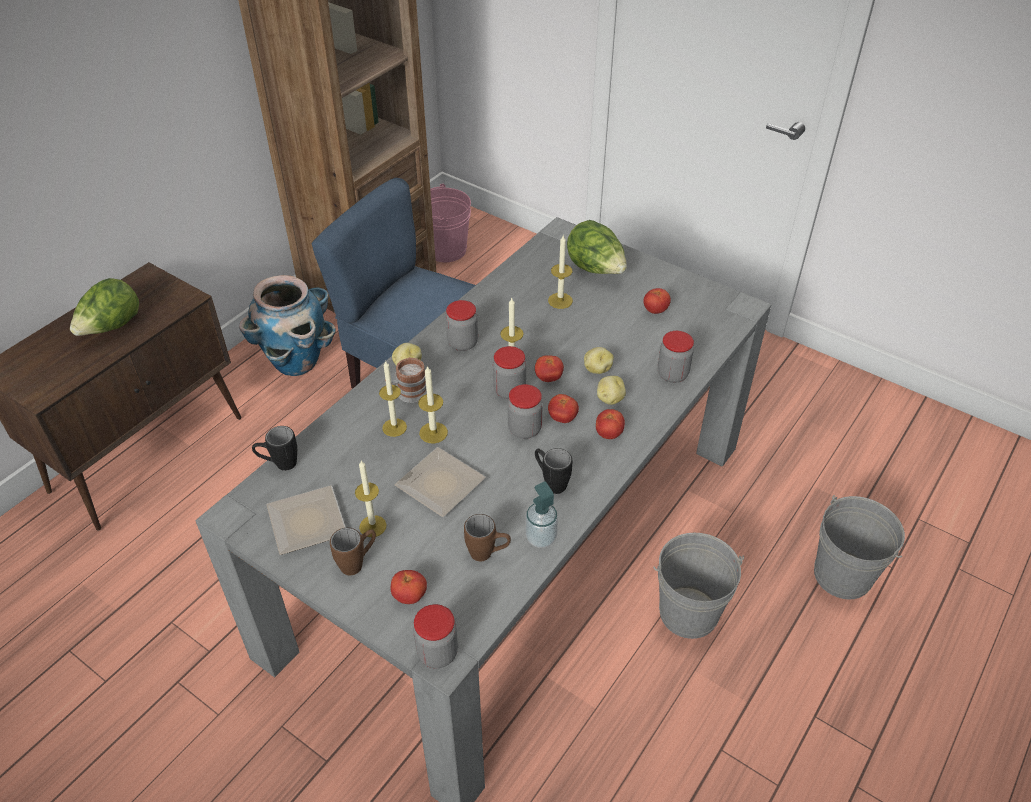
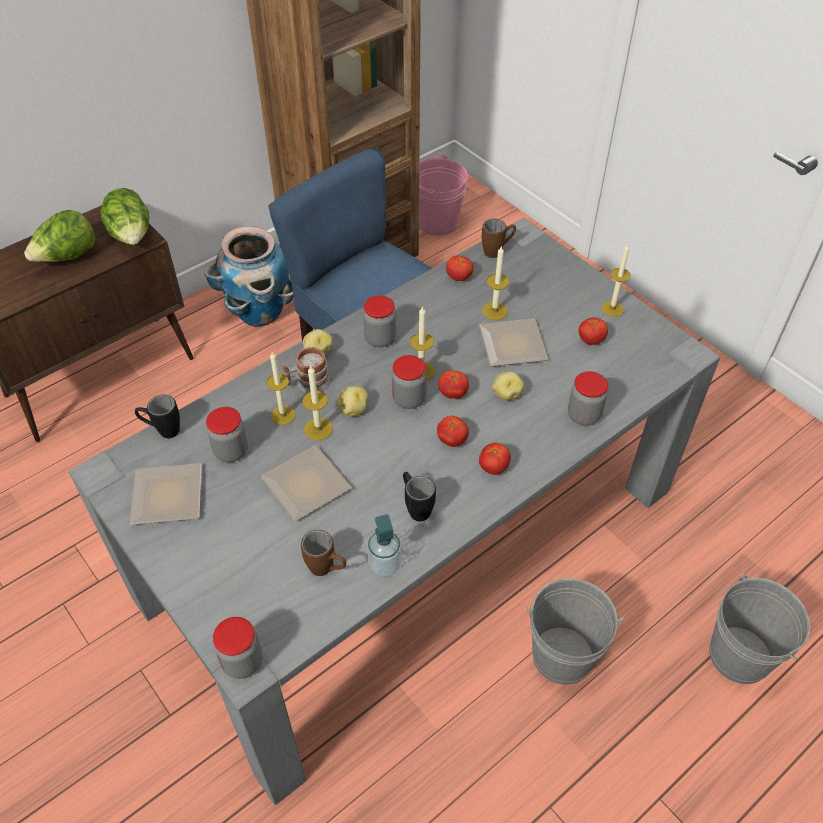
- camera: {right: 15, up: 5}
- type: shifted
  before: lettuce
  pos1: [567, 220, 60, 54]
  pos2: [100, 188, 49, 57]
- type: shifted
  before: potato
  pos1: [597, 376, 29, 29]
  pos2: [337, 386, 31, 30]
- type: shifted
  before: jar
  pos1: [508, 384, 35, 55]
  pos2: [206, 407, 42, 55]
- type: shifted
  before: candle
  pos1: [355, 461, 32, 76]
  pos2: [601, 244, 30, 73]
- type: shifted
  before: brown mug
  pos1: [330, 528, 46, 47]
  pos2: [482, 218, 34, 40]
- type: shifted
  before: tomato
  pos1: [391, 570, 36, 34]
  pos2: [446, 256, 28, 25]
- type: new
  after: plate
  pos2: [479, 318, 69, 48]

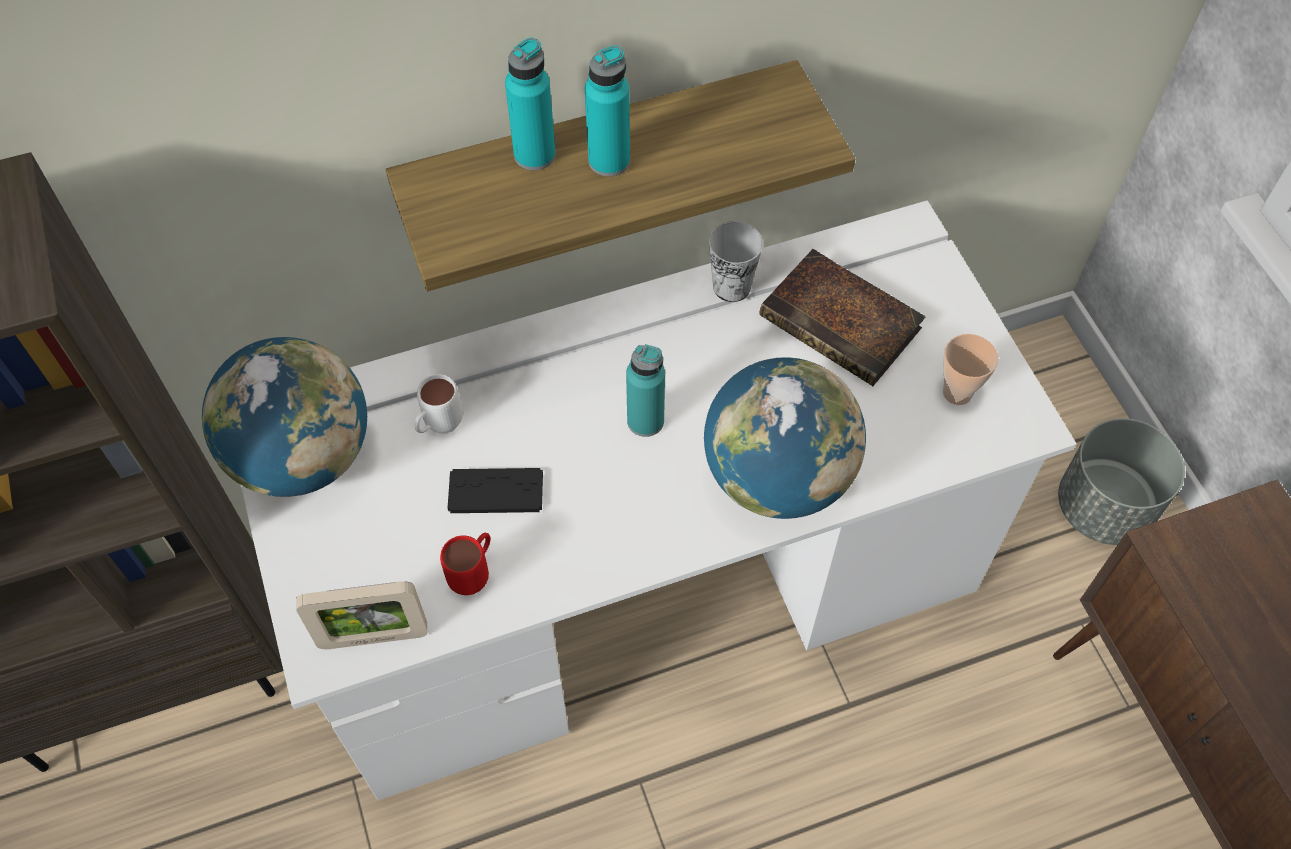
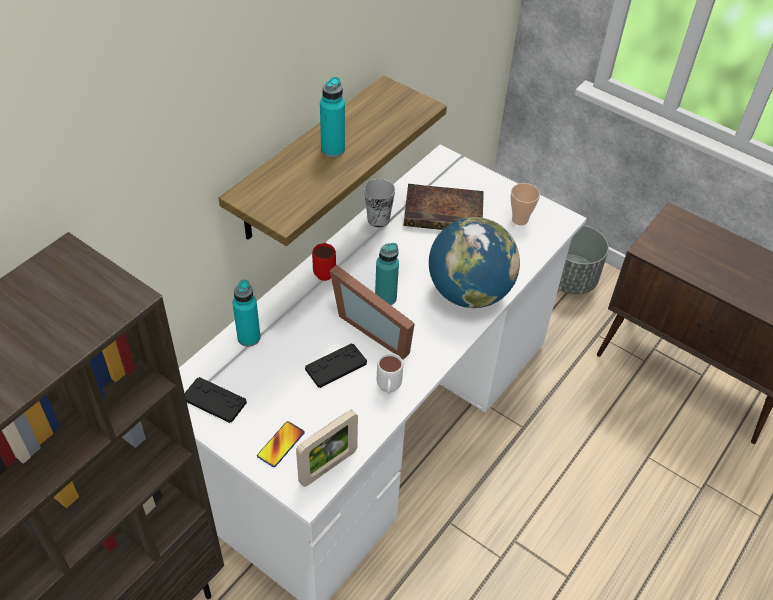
- camera: {right: -35, up: -10}
- type: shifted
  before: turquoise bottle
  pos1: [505, 37, 51, 134]
  pos2: [233, 280, 28, 67]
- type: swapped
  before: globe
  after: black game controller
  pos1: [202, 337, 165, 160]
  pos2: [185, 377, 62, 46]
- type: shifted
  before: white mug
  pos1: [414, 374, 49, 60]
  pos2: [377, 353, 26, 41]
- type: shifted
  before: red mug
  pos1: [440, 533, 51, 62]
  pos2: [312, 243, 24, 38]
- type: new
  after: picture frame
  pos2: [330, 265, 85, 95]
- type: new
  after: phone
  pos2: [257, 421, 48, 46]

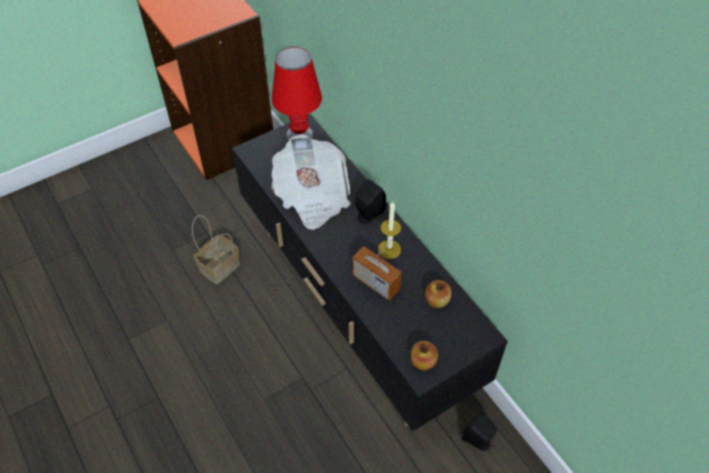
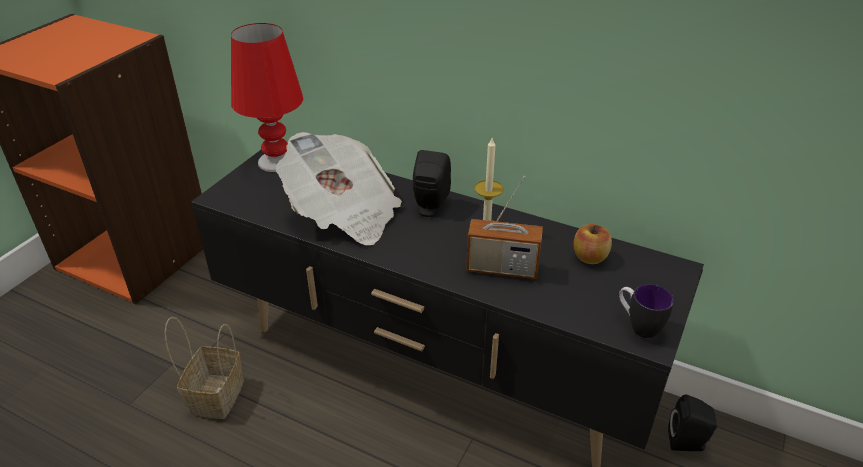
- camera: {right: -30, up: -15}
- type: swapped
  before: apple
  after: mug
  pos1: [410, 341, 28, 29]
  pos2: [619, 284, 55, 54]

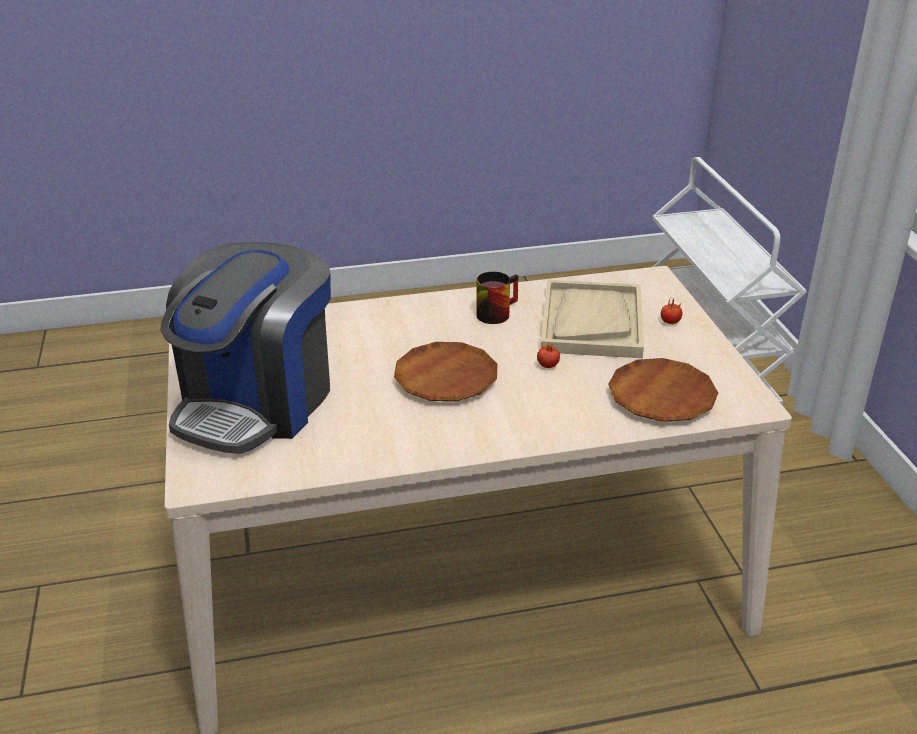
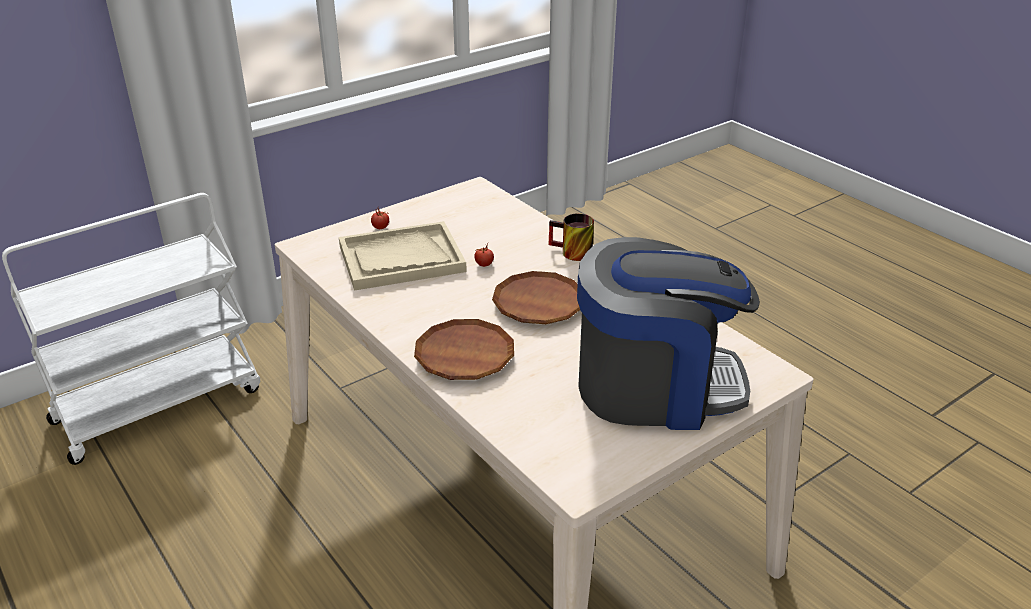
- camera: {right: -115, up: 0}
- type: shifted
  before: mug
  pos1: [476, 272, 42, 52]
  pos2: [549, 213, 45, 48]
- type: shifted
  before: brown plate
  pos1: [608, 358, 110, 64]
  pos2: [414, 319, 100, 61]

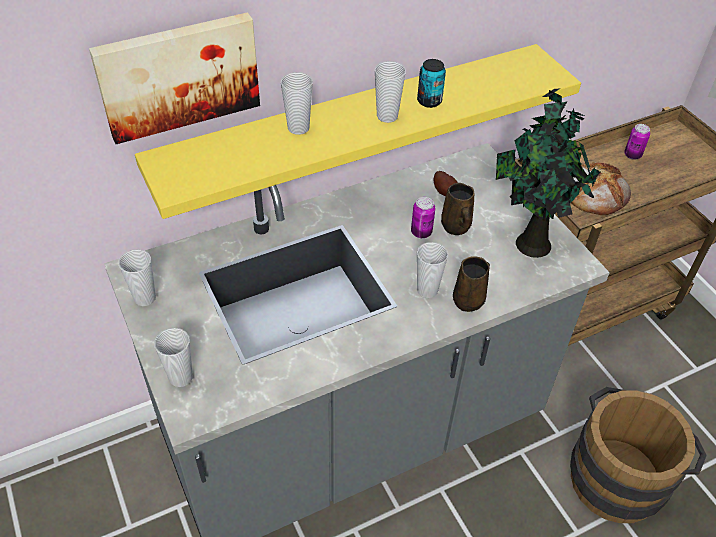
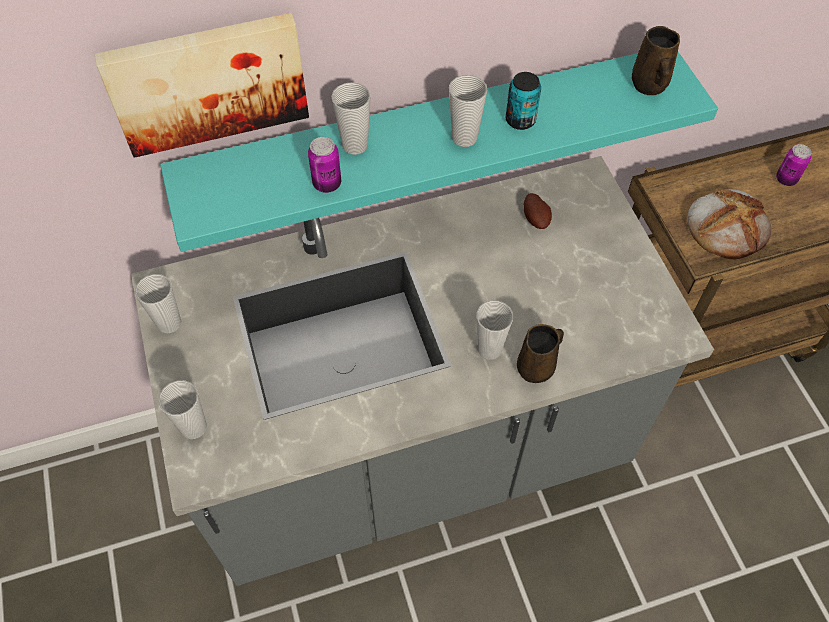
- camera: {right: 10, up: 10}
- type: repainted
  before: yellow shelf
  after: turquoise shelf
  pos1: [135, 44, 446, 175]
  pos2: [160, 52, 558, 200]
- type: gone
  before: potted plant
  pos1: [496, 88, 104, 170]
- type: shifted
  before: brown mug
  pos1: [441, 183, 34, 52]
  pos2: [632, 26, 48, 69]
- type: shifted
  before: can
  pos1: [411, 197, 25, 41]
  pos2: [308, 137, 33, 56]
- type: gone
  before: brown bucket
  pos1: [570, 387, 137, 136]

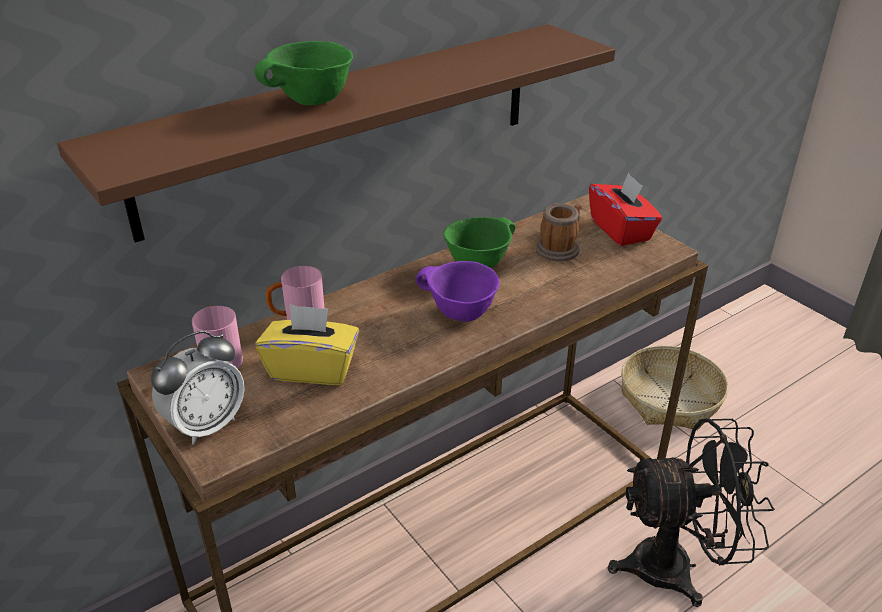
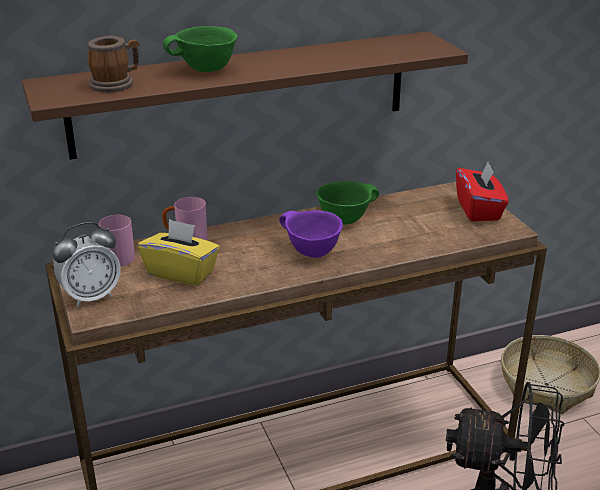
- camera: {right: 15, up: -5}
- type: shifted
  before: mug
  pos1: [536, 203, 46, 59]
  pos2: [88, 35, 52, 57]

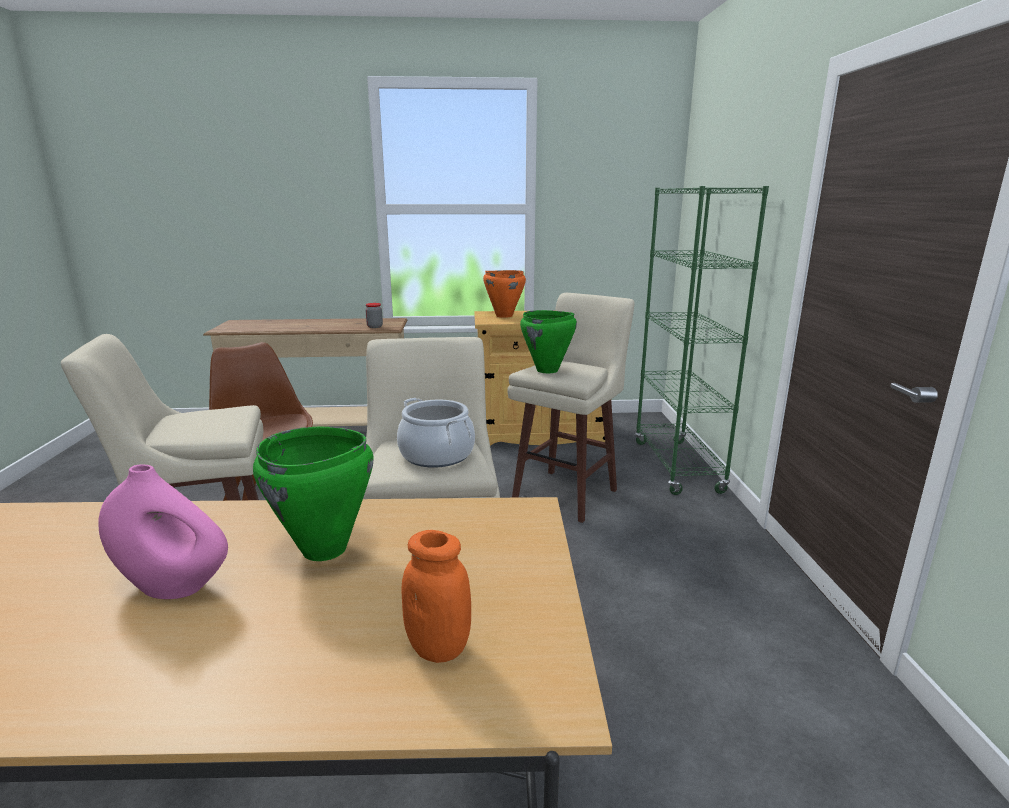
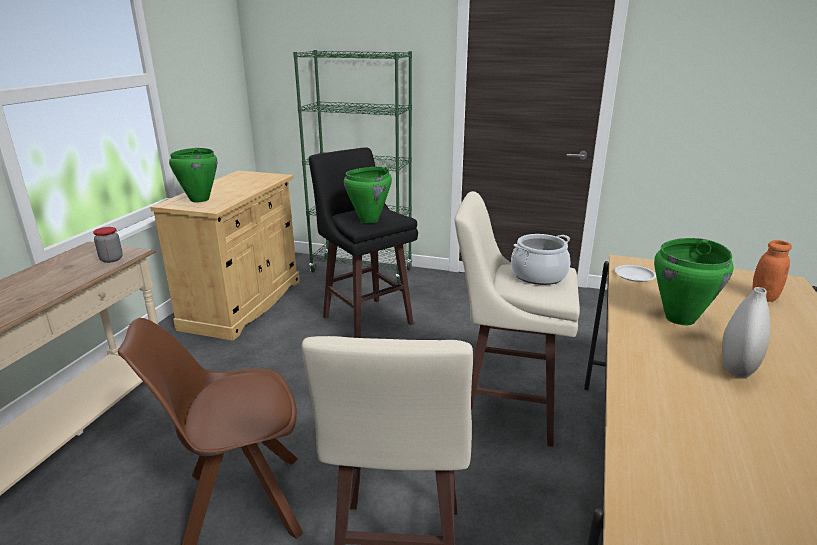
- camera: {right: -70, up: 5}
- type: repainted
  before: orange cooking pot
  after: green cooking pot
  pos1: [483, 270, 43, 48]
  pos2: [169, 148, 48, 54]
- type: repainted
  before: beige stool
  after: black stool
  pos1: [507, 293, 128, 230]
  pos2: [309, 147, 109, 191]
- type: repainted
  before: pink vase
  after: white vase
  pos1: [98, 464, 130, 135]
  pos2: [722, 287, 48, 91]
- type: new
  after: white plate
  pos2: [615, 265, 41, 17]

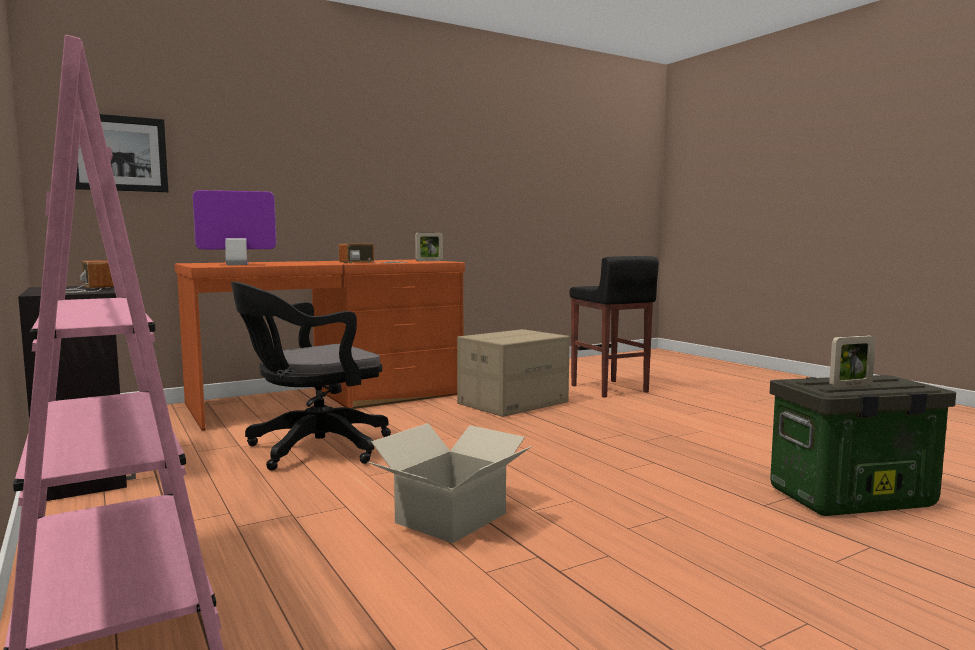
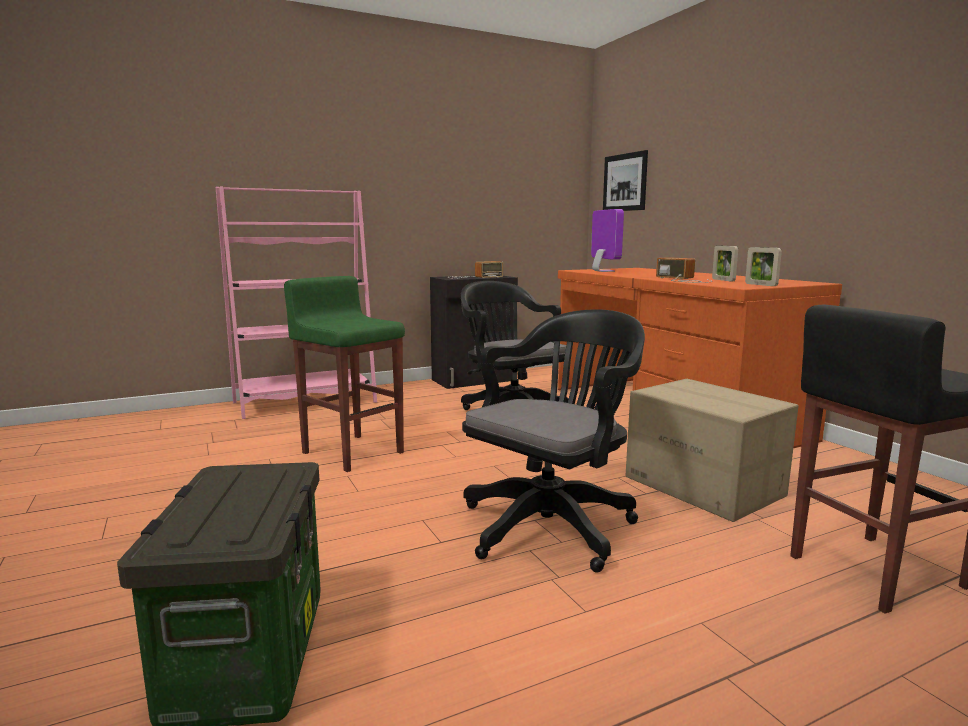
- camera: {right: 95, up: 5}
- type: shifted
  before: picture frame
  pos1: [829, 335, 47, 53]
  pos2: [712, 246, 26, 35]
- type: swapped
  before: cardboard box
  after: green stool
  pos1: [368, 423, 164, 120]
  pos2: [284, 276, 121, 196]
- type: new
  after: black office chair
  pos2: [462, 309, 183, 264]

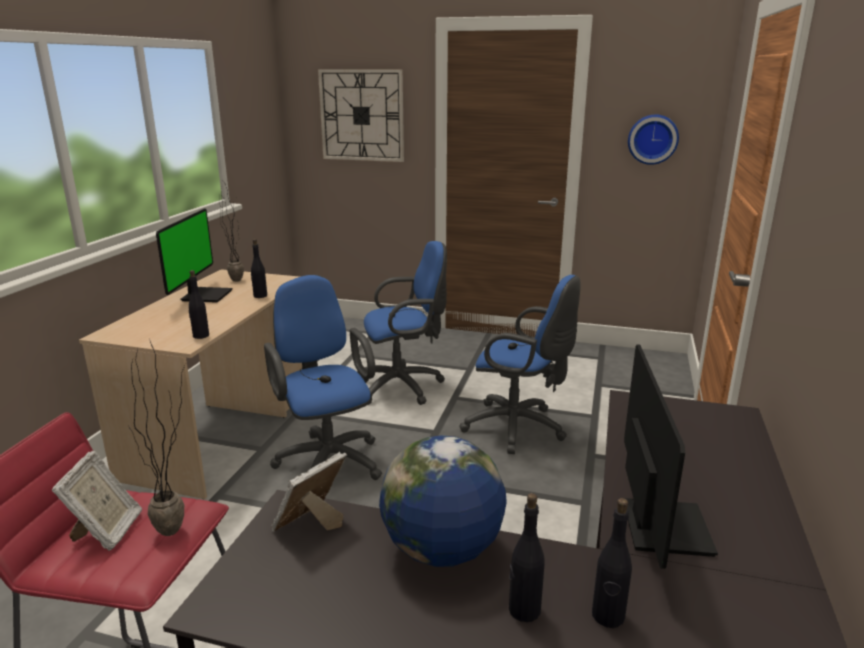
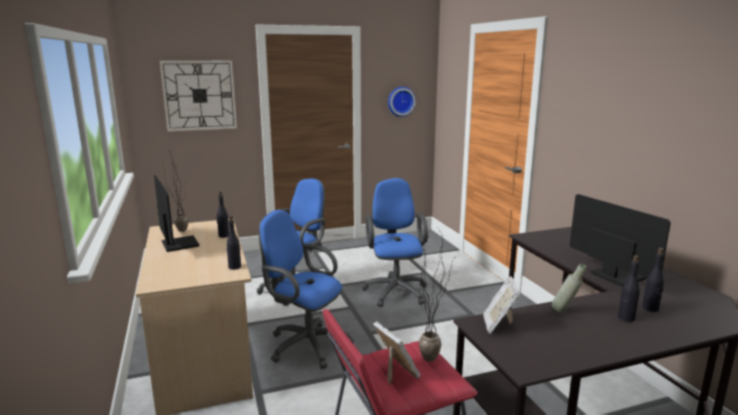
- camera: {right: -35, up: -5}
- type: rotated
  before: blue office chair
  pos1: [459, 275, 122, 179]
  pos2: [362, 178, 66, 129]
  turn: -90
- type: swapped
  before: globe
  after: grey bottle
  pos1: [379, 435, 128, 132]
  pos2: [552, 263, 34, 50]

